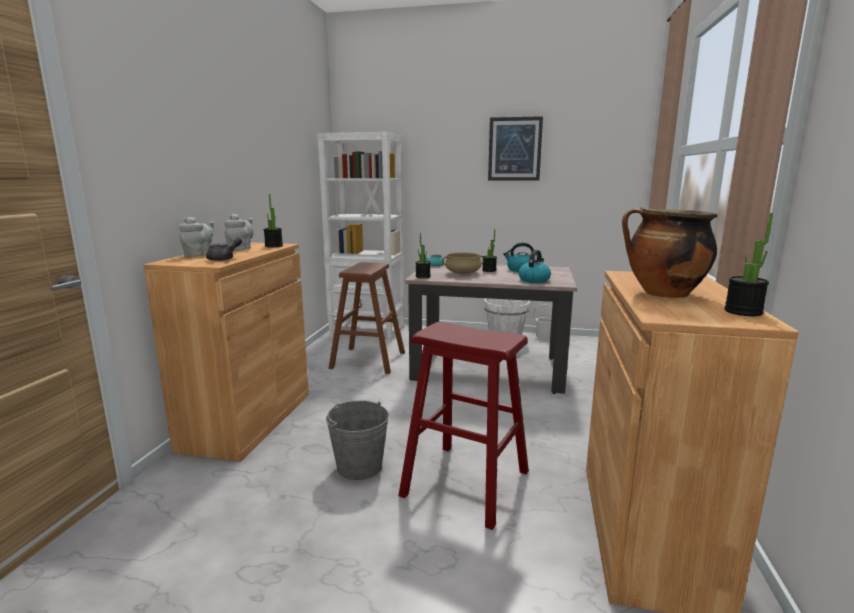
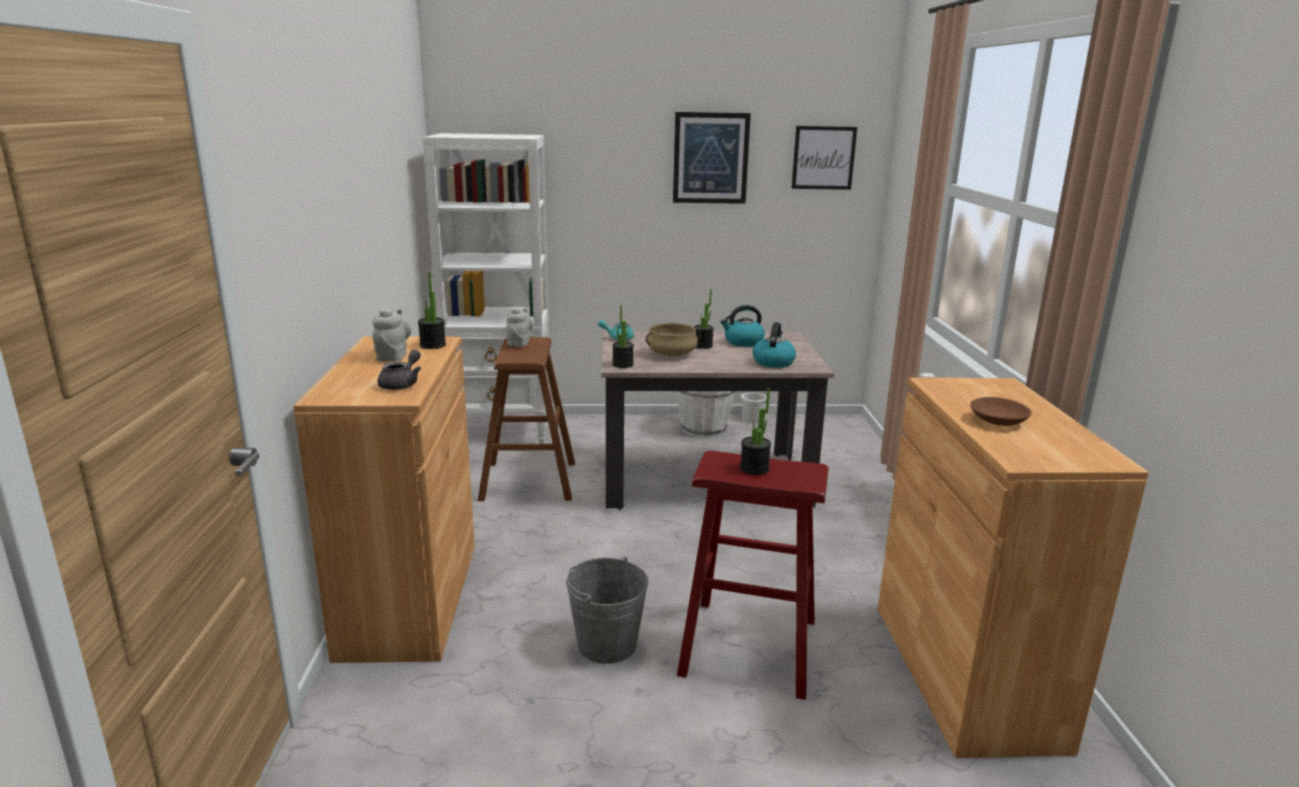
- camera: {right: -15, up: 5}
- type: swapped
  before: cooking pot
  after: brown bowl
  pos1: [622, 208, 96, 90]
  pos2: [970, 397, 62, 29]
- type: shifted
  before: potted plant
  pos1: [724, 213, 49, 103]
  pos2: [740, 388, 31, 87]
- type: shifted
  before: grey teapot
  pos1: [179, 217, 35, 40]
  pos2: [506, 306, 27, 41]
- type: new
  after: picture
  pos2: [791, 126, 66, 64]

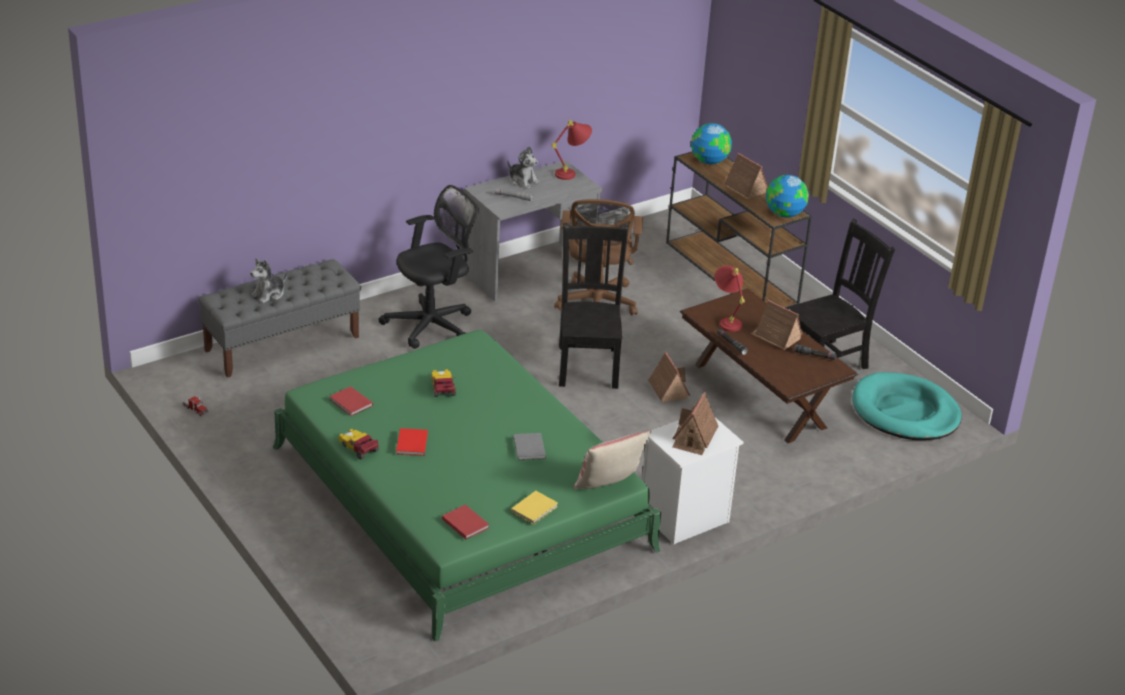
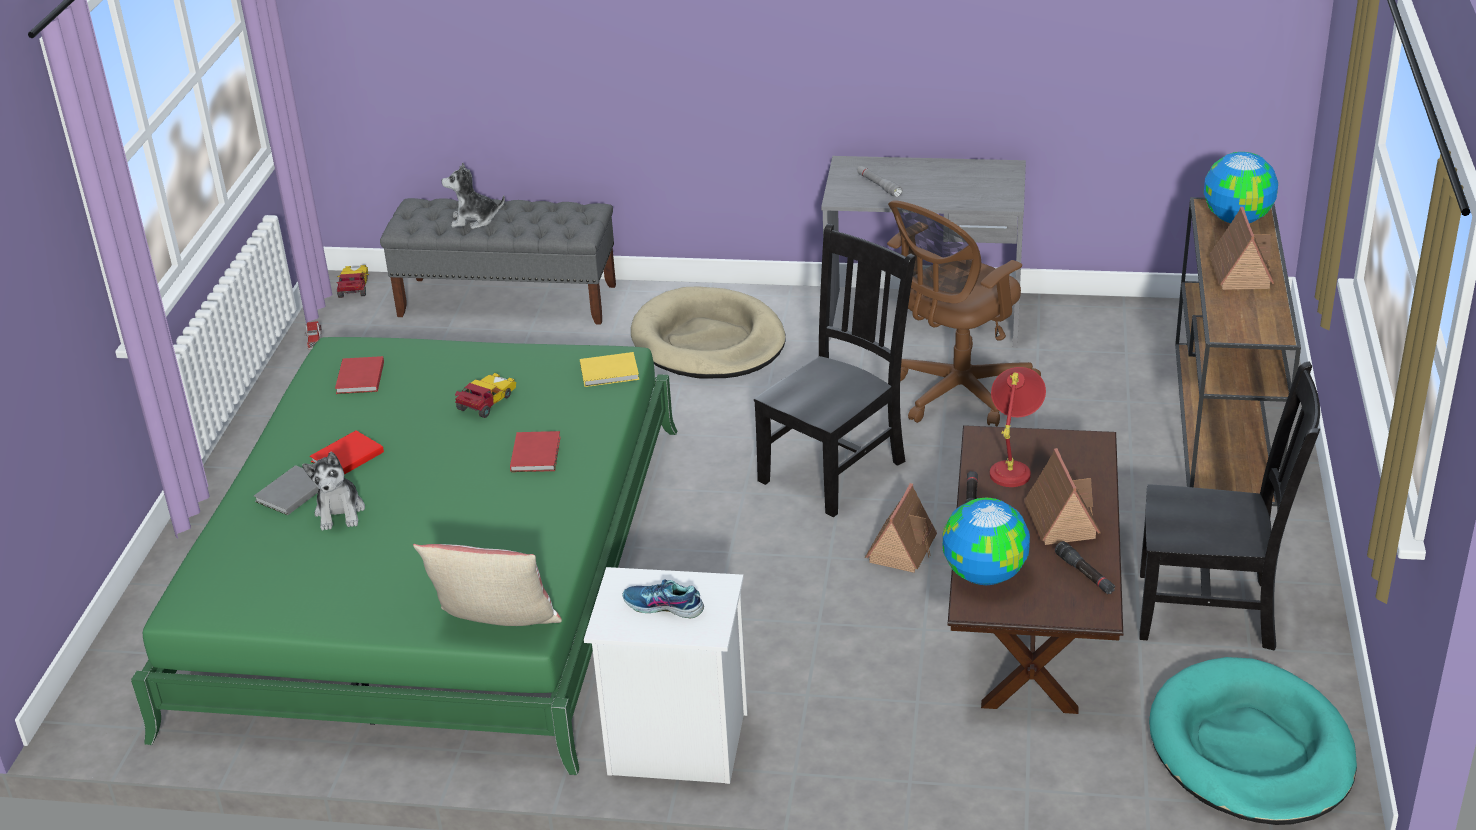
- camera: {right: 45, up: 0}
- type: gone
  before: red table lamp
  pos1: [551, 120, 41, 60]
- type: shifted
  before: plush toy
  pos1: [507, 146, 32, 43]
  pos2: [302, 451, 63, 80]
- type: shifted
  before: globe
  pos1: [766, 175, 43, 43]
  pos2: [943, 498, 87, 87]
- type: swapped
  before: black office chair
  after: beige dog bed
  pos1: [379, 185, 100, 164]
  pos2: [631, 286, 155, 92]
- type: swapped
  before: toy house
  after: shoe
  pos1: [672, 392, 46, 63]
  pos2: [623, 579, 81, 39]
- type: shifted
  before: toy car
  pos1: [338, 429, 41, 31]
  pos2: [336, 265, 33, 33]
- type: shifted
  before: grey book
  pos1: [513, 433, 33, 27]
  pos2: [254, 465, 65, 50]
- type: shifted
  before: yellow book
  pos1: [511, 491, 47, 34]
  pos2: [580, 352, 59, 35]
- type: shifted
  before: red book
  pos1: [442, 504, 47, 35]
  pos2: [510, 431, 51, 41]

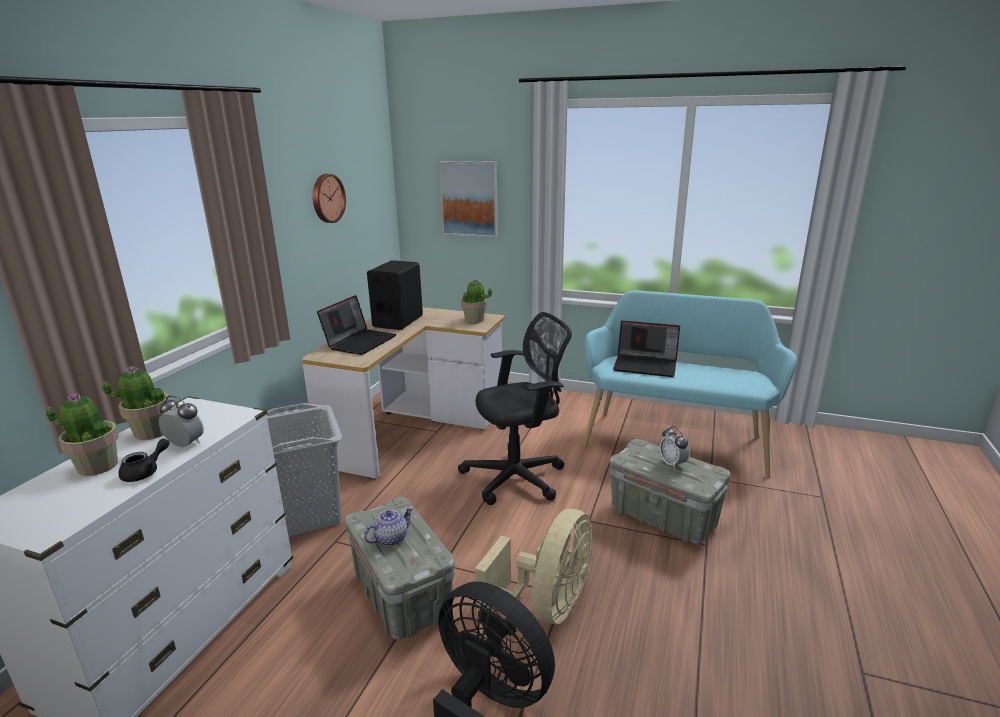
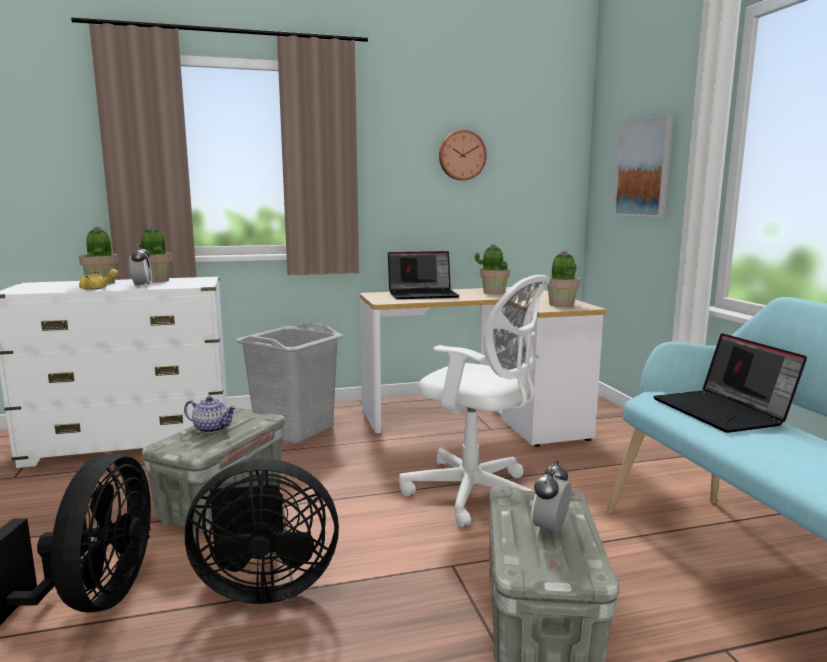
- camera: {right: 55, up: -10}
- type: swapped
  before: black speaker
  after: potted plant
  pos1: [367, 260, 56, 70]
  pos2: [475, 244, 35, 51]
- type: repainted
  before: black office chair
  after: white office chair
  pos1: [458, 312, 114, 193]
  pos2: [399, 275, 151, 252]
- type: repainted
  before: black teapot
  after: yellow teapot
  pos1: [118, 439, 52, 43]
  pos2: [79, 269, 39, 21]
- type: repainted
  before: beige fan
  after: black fan
  pos1: [475, 509, 117, 115]
  pos2: [185, 459, 154, 145]

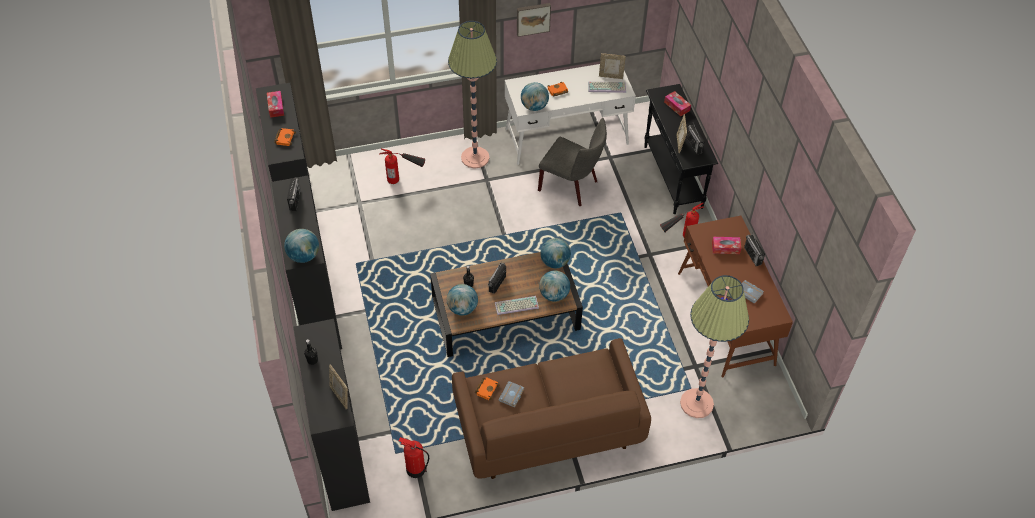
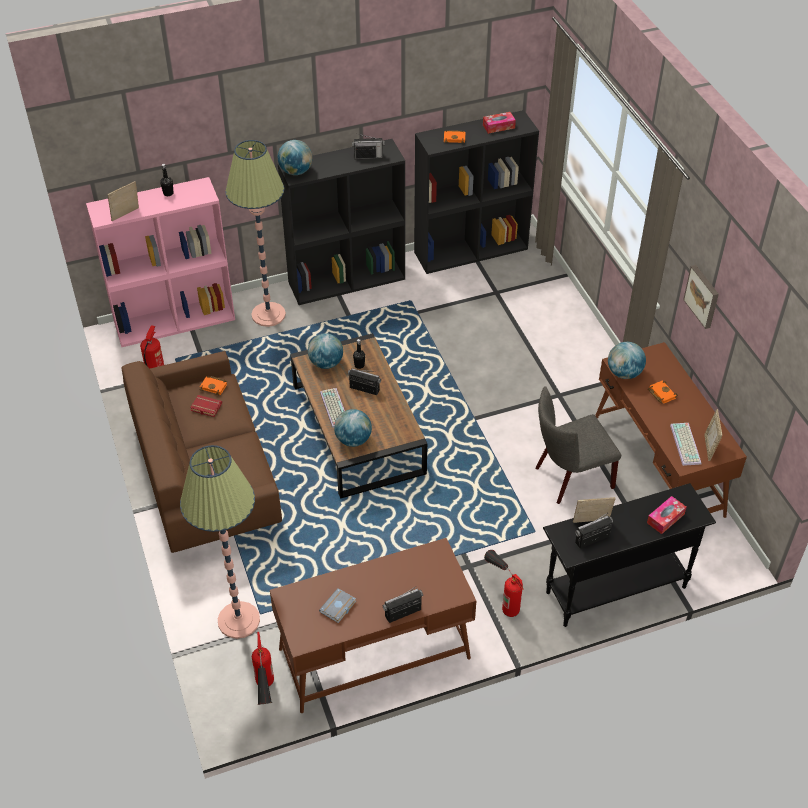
- camera: {right: 85, up: -5}
- type: shifted
  before: floor lamp
  pos1: [448, 21, 49, 148]
  pos2: [225, 140, 61, 187]
- type: repainted
  before: white desk
  after: brown desk
  pos1: [505, 64, 131, 101]
  pos2: [595, 342, 152, 176]
- type: rotated
  before: grey chair
  pos1: [538, 118, 69, 88]
  pos2: [535, 386, 86, 118]
  turn: 45
- type: shifted
  before: fire extinguisher
  pos1: [379, 149, 46, 35]
  pos2: [252, 632, 22, 73]
- type: gone
  before: tissue box
  pos1: [712, 237, 29, 17]
- type: gone
  before: globe
  pos1: [540, 238, 31, 30]
- type: repainted
  before: black bookcase
  after: pink bookcase
  pos1: [294, 319, 76, 192]
  pos2: [86, 177, 149, 170]
- type: repainted
  before: grey book
  after: red book
  pos1: [498, 381, 26, 27]
  pos2: [190, 395, 32, 22]

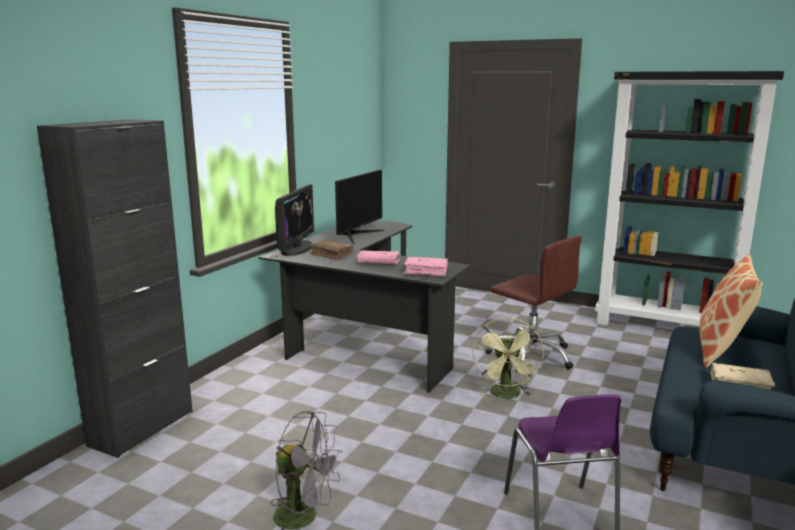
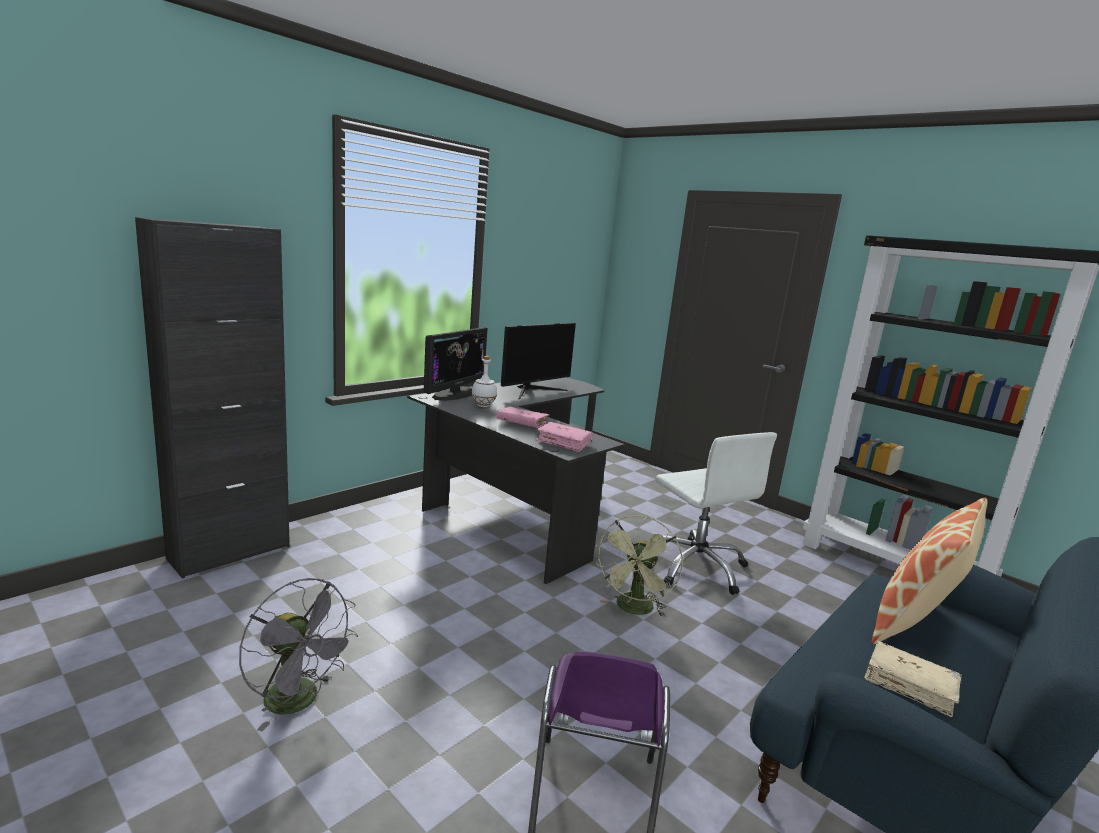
- camera: {right: 15, up: 0}
- type: repainted
  before: brown office chair
  after: white office chair
  pos1: [485, 236, 97, 136]
  pos2: [655, 432, 122, 163]
- type: swapped
  before: brown book
  after: white bottle
  pos1: [309, 240, 44, 20]
  pos2: [471, 356, 26, 51]

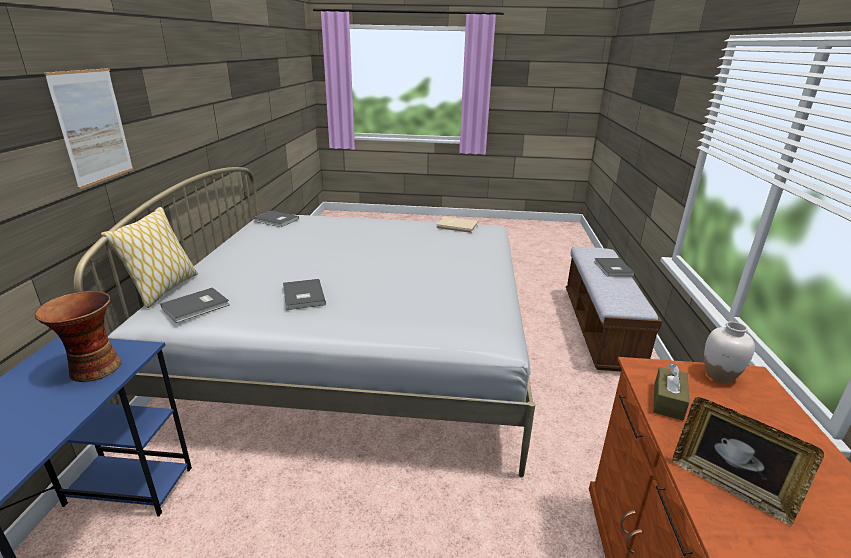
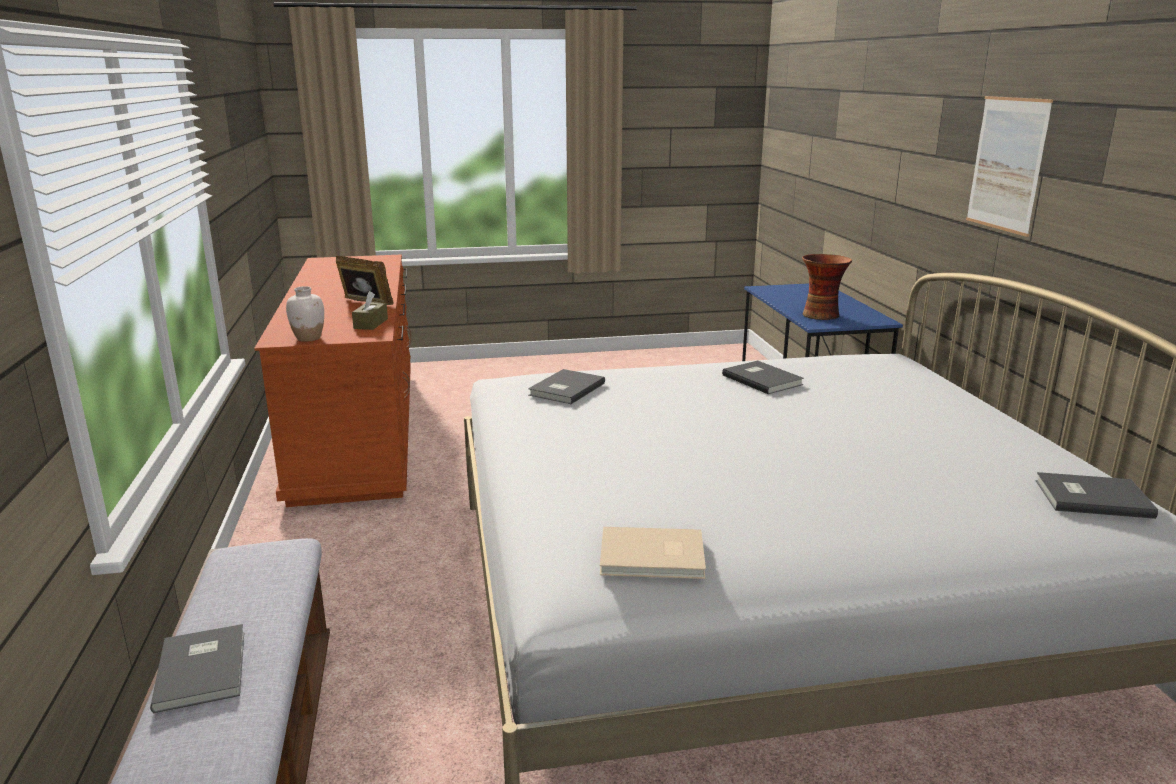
- camera: {right: 165, up: -5}
- type: gone
  before: pillow
  pos1: [101, 207, 97, 101]
- type: shifted
  before: grey book
  pos1: [160, 287, 69, 36]
  pos2: [528, 369, 77, 35]

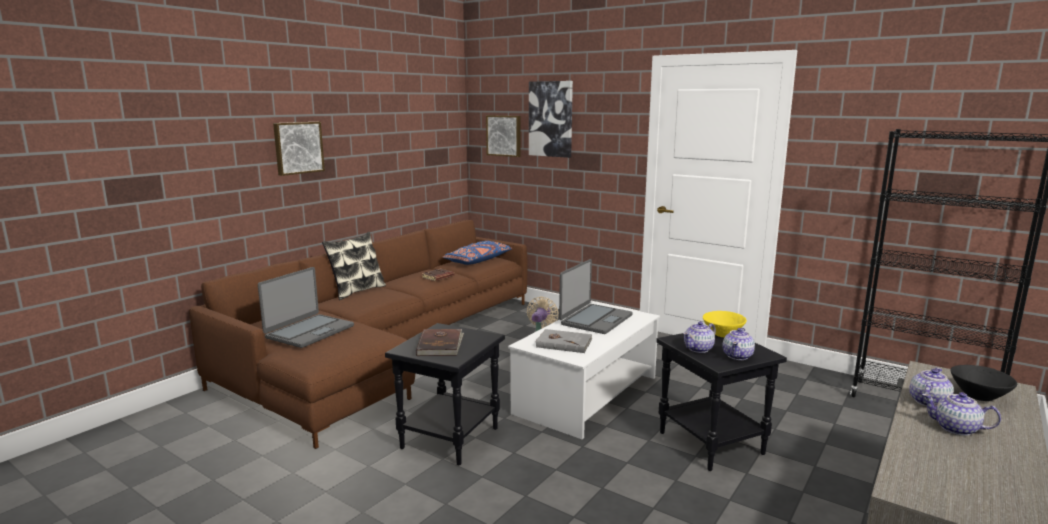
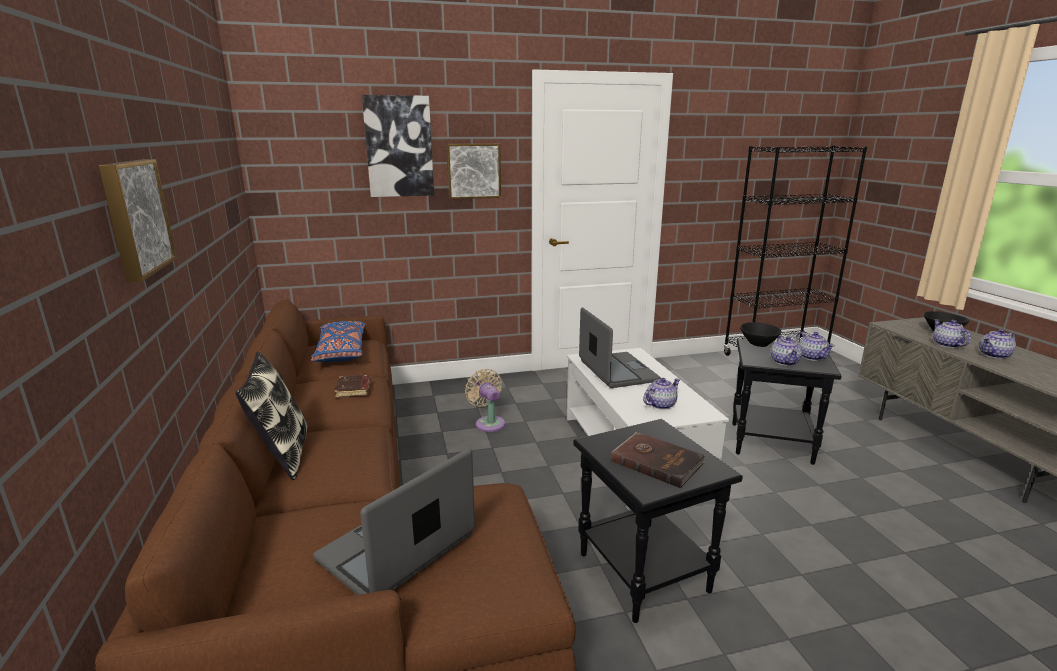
- camera: {right: -50, up: 5}
- type: shifted
  before: picture
  pos1: [486, 115, 35, 42]
  pos2: [447, 144, 54, 55]
- type: rotated
  before: laptop
  pos1: [258, 267, 96, 81]
  pos2: [313, 448, 162, 147]
  turn: -120
- type: repainted
  before: yellow bowl
  after: black bowl
  pos1: [703, 311, 44, 26]
  pos2: [740, 322, 42, 25]
- type: swapped
  before: grey book
  after: teapot
  pos1: [535, 329, 58, 24]
  pos2: [643, 378, 37, 32]

